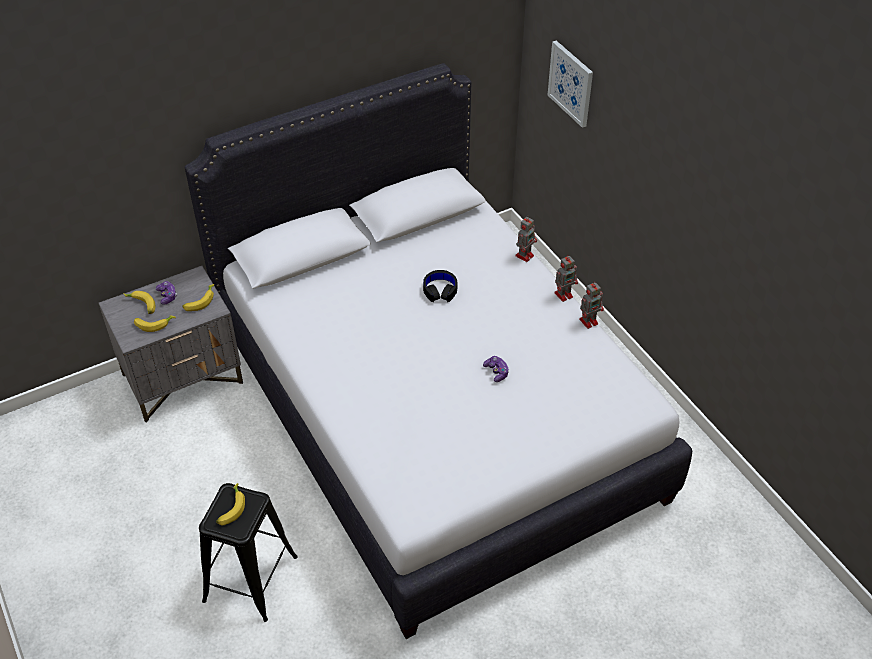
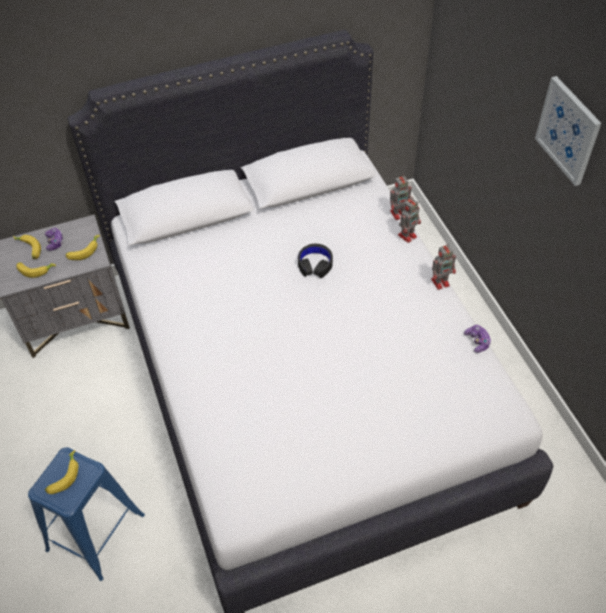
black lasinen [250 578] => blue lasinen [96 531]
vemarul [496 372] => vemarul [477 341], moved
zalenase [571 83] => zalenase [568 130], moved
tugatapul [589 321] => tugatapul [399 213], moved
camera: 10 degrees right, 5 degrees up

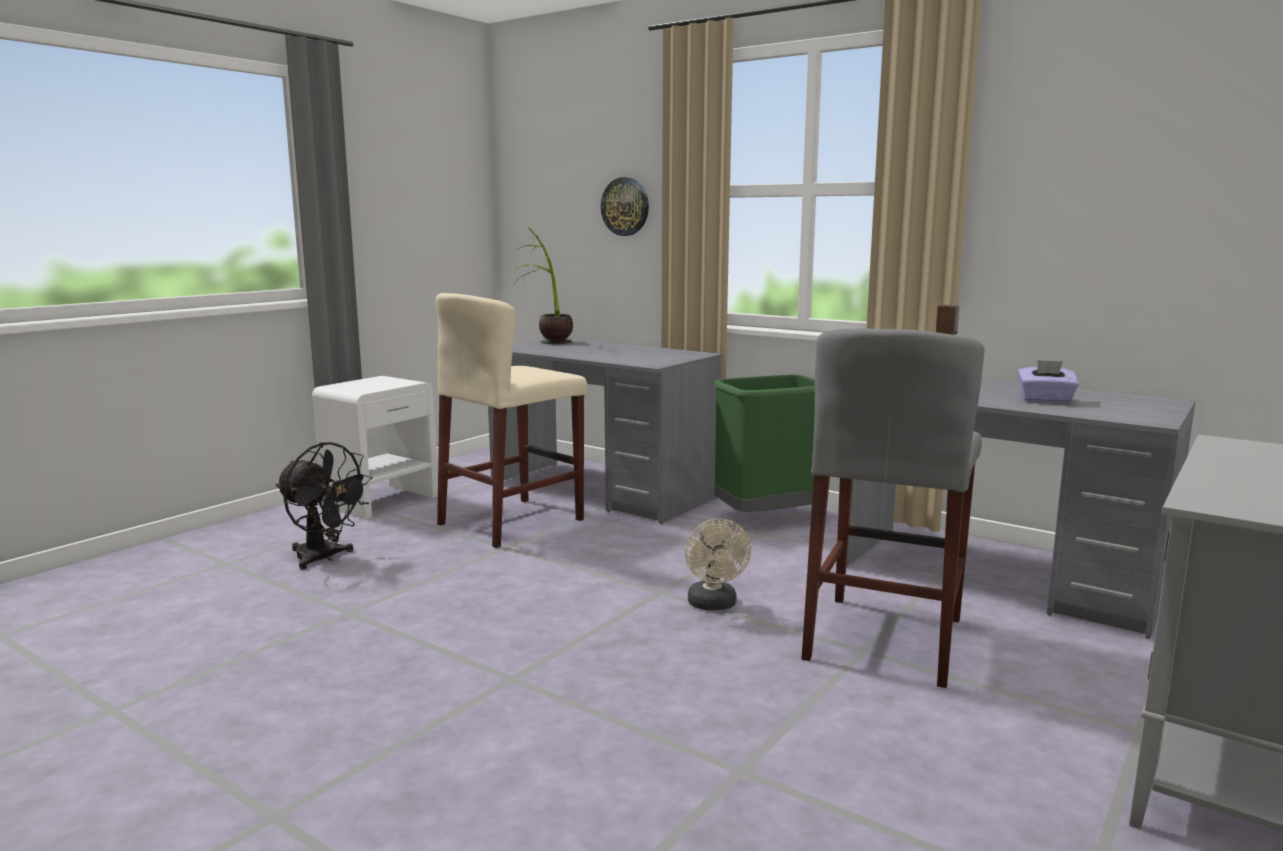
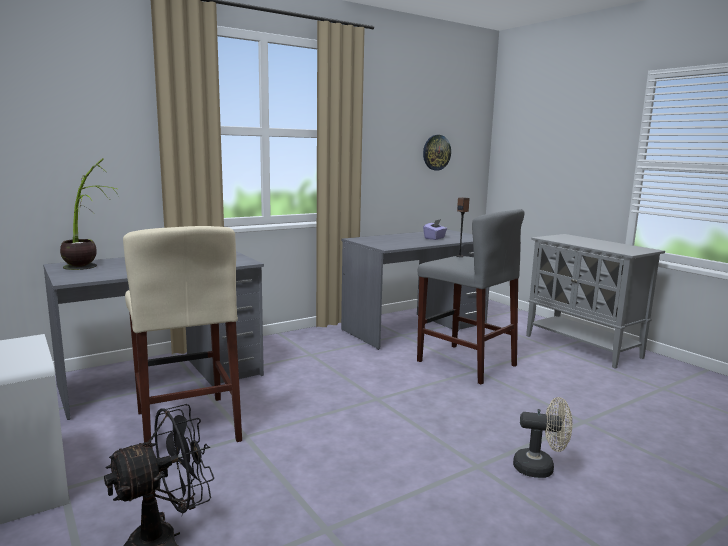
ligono [625 206] => ligono [436 152], moved
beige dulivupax [714 605] => beige dulivupax [540 468], moved
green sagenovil [767 518] => nothing
camera: 70 degrees left, 0 degrees up

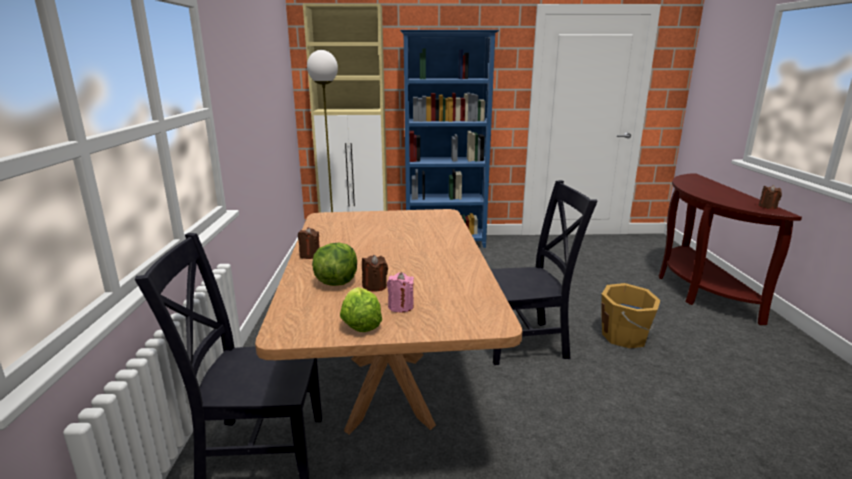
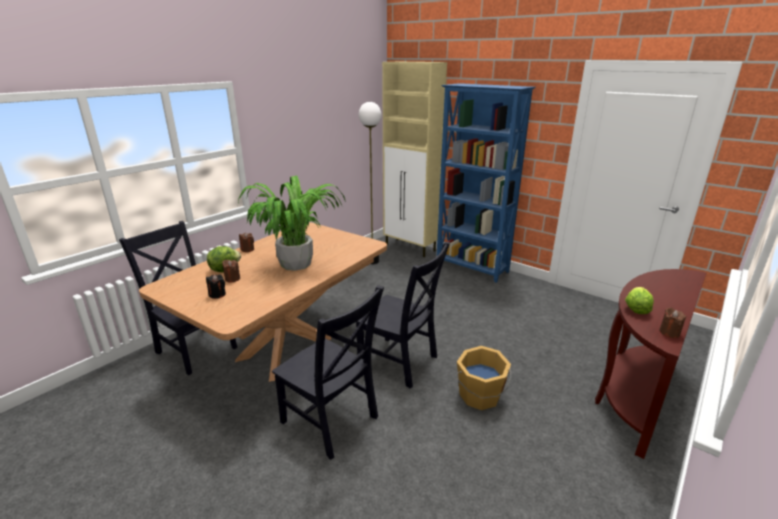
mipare [360 323] => mipare [636 308], moved
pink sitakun [400 307] => black sitakun [217 294]
nothing => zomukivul [295 264]
nothing => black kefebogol [332 422]
camera: 40 degrees right, 5 degrees up

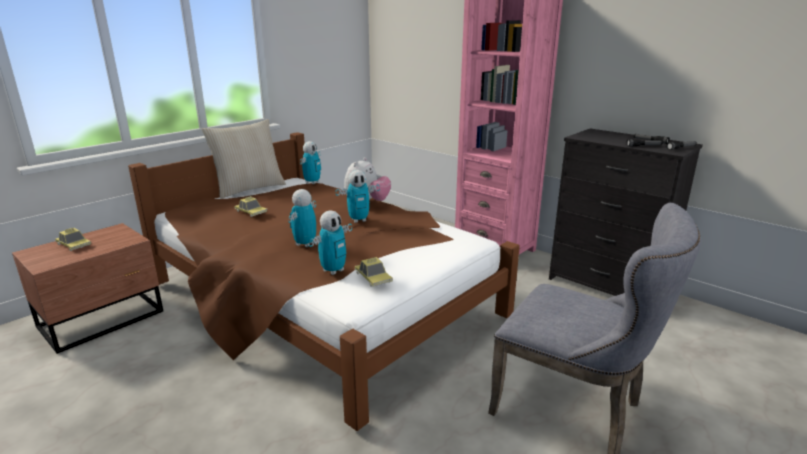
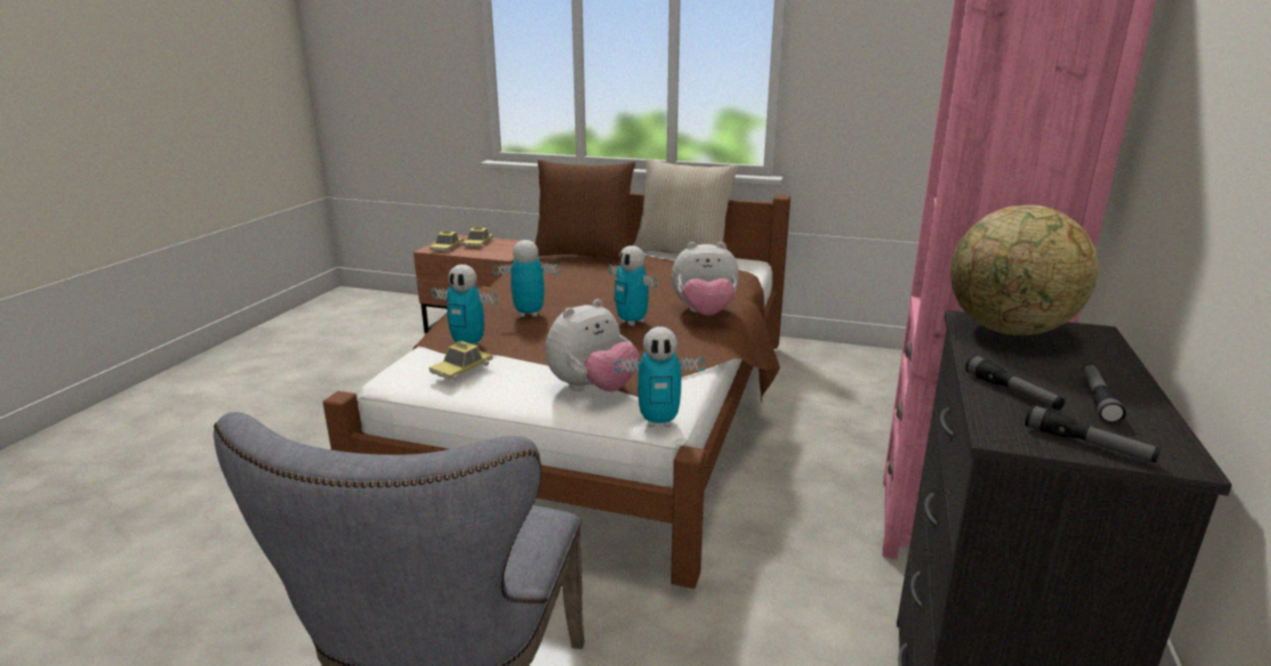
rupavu [251 212] => rupavu [447 248], moved
tugatapul [312 182] => tugatapul [659 422], moved
nothing => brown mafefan [584 254]
nothing => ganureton [592 389]
nothing => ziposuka [1009 331]
camera: 65 degrees right, 0 degrees up

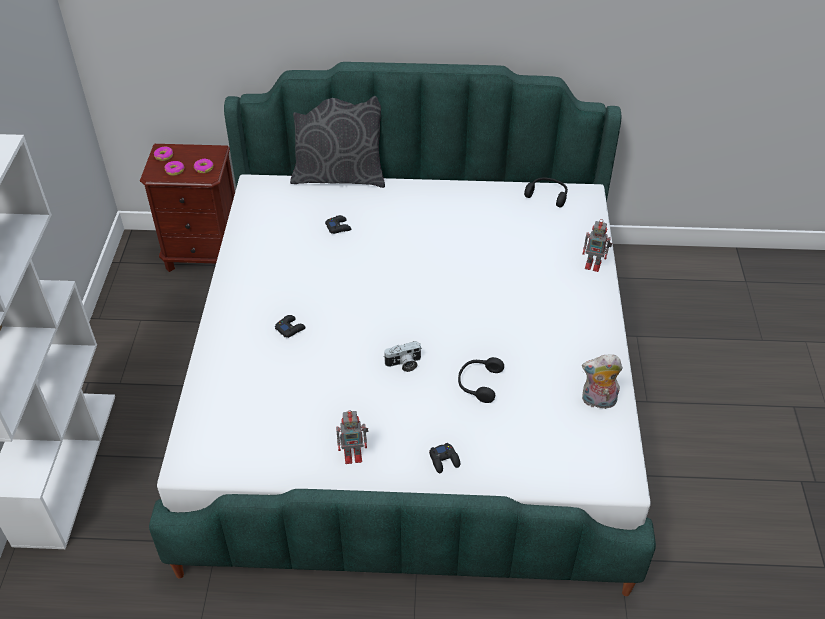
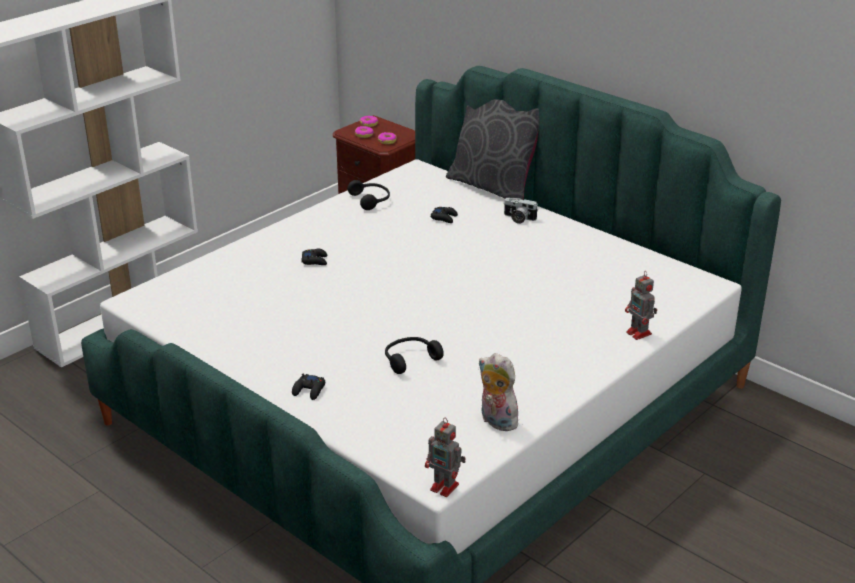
tugatapul [354 454] => tugatapul [445 487], moved
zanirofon [404 364] => zanirofon [518 218], moved
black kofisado [547 195] => black kofisado [371 200], moved
camera: 40 degrees right, 15 degrees down

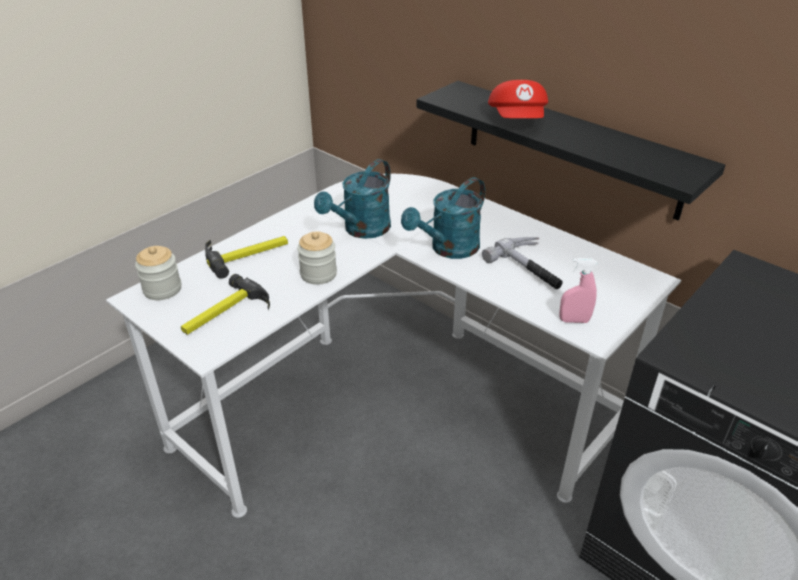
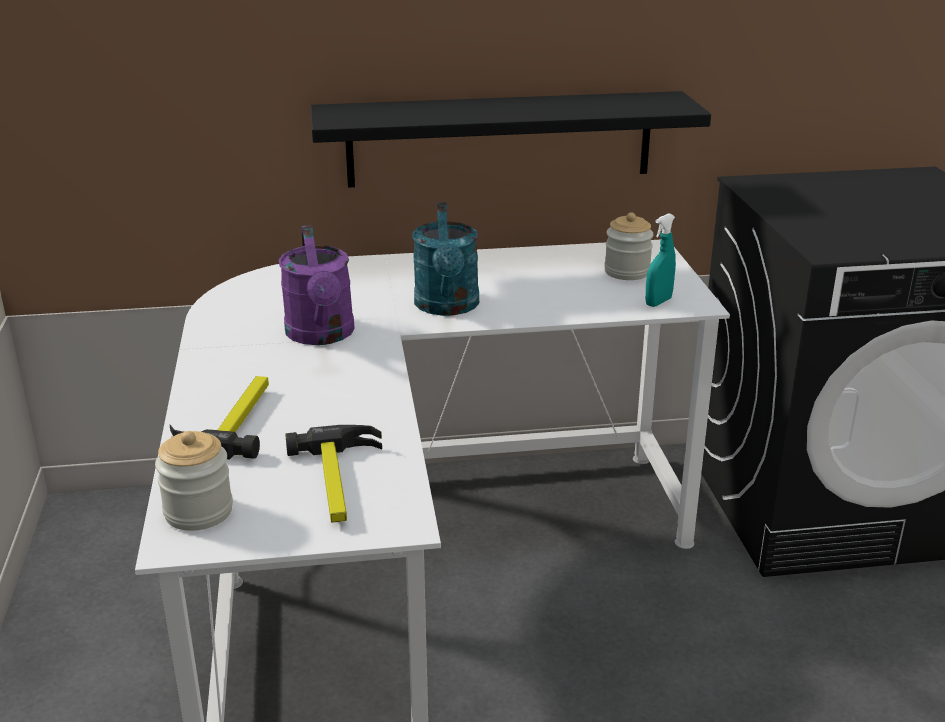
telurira [318 274] => telurira [627 272], moved
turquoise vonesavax [361 230] => purple vonesavax [322 335]
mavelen [532 268] => nothing
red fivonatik [518 120] => nothing
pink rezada [574 320] => turquoise rezada [658 302]
camera: 50 degrees left, 10 degrees down

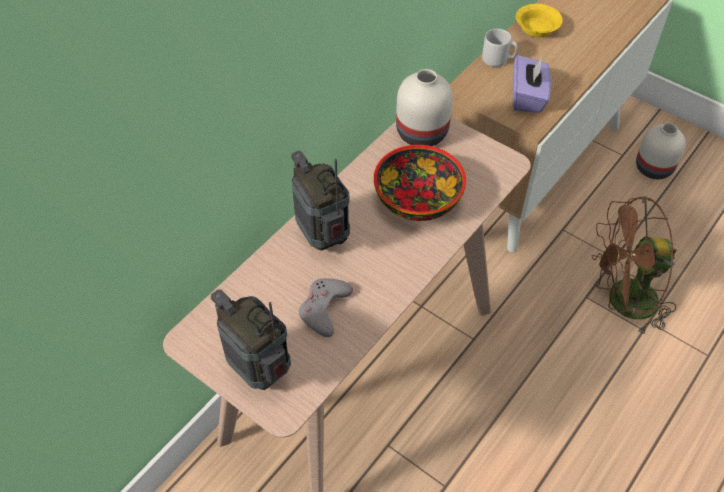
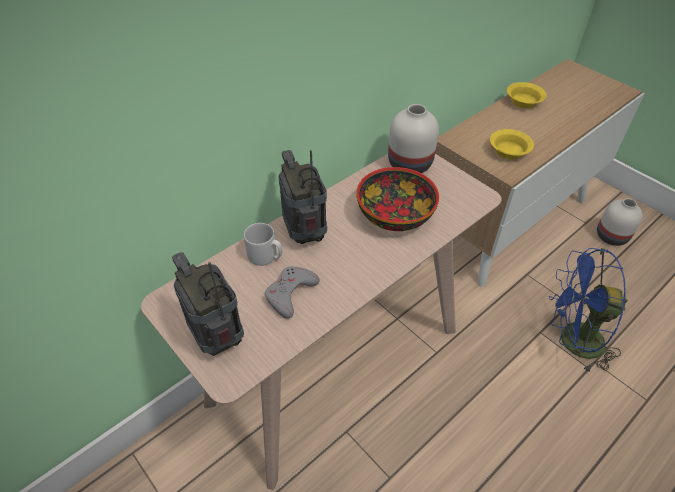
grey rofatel [498 59] => grey rofatel [265 256], moved
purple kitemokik [528 97] => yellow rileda [508 151]
brown dulivupax [622 303] => blue dulivupax [572 342]
camera: 10 degrees right, 5 degrees down

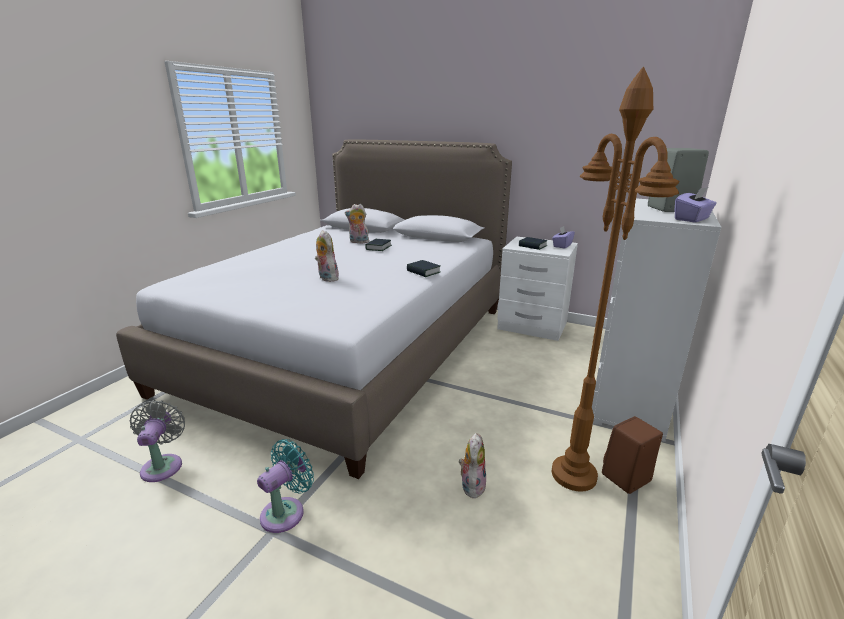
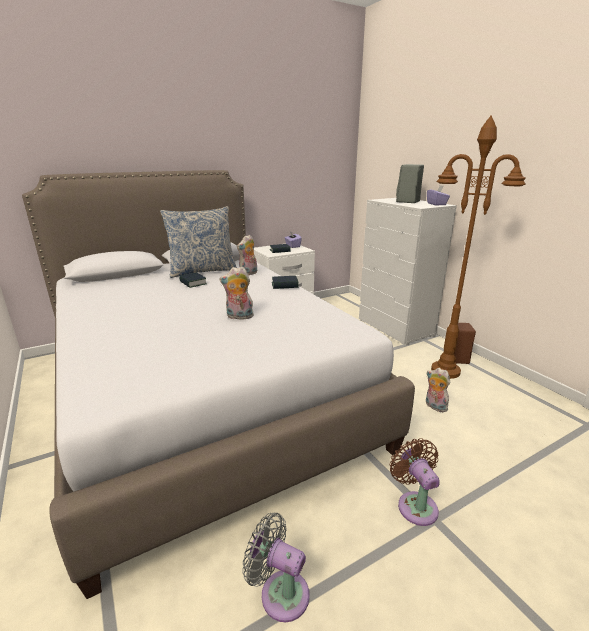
turquoise dulivupax [286 512] => brown dulivupax [415 504]
ganureton [358 242] => ganureton [248 274], moved
nothing => mafefan [202 271]
camera: 55 degrees left, 0 degrees up

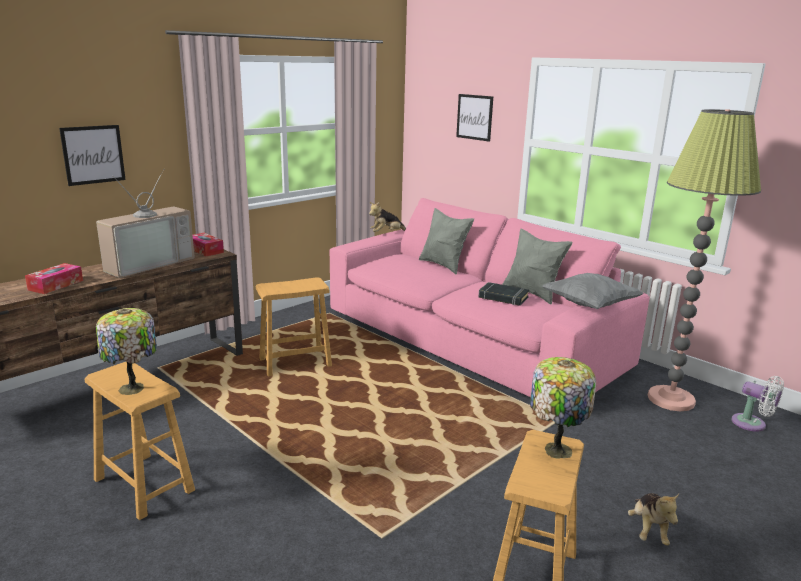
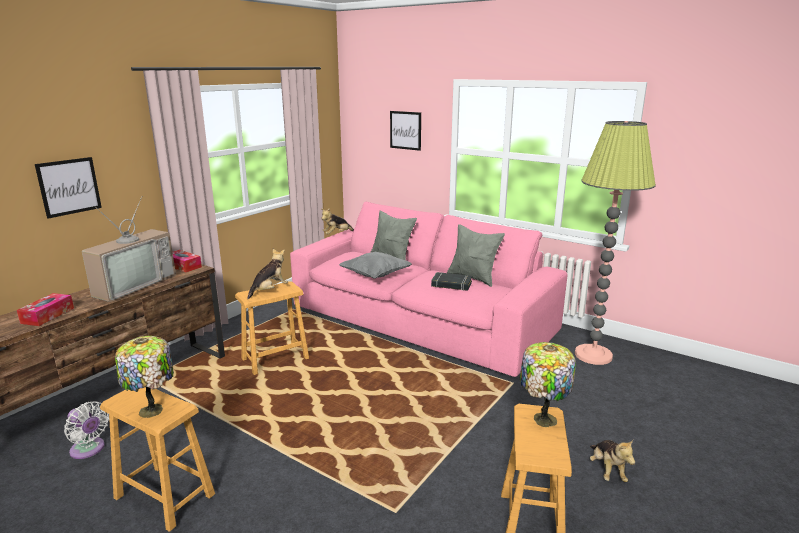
grey mafefan [589 305] => grey mafefan [375 276], moved
white dulivupax [752 424] => white dulivupax [89 450], moved
nothing => ganureton [269 290]
camera: 10 degrees left, 0 degrees up

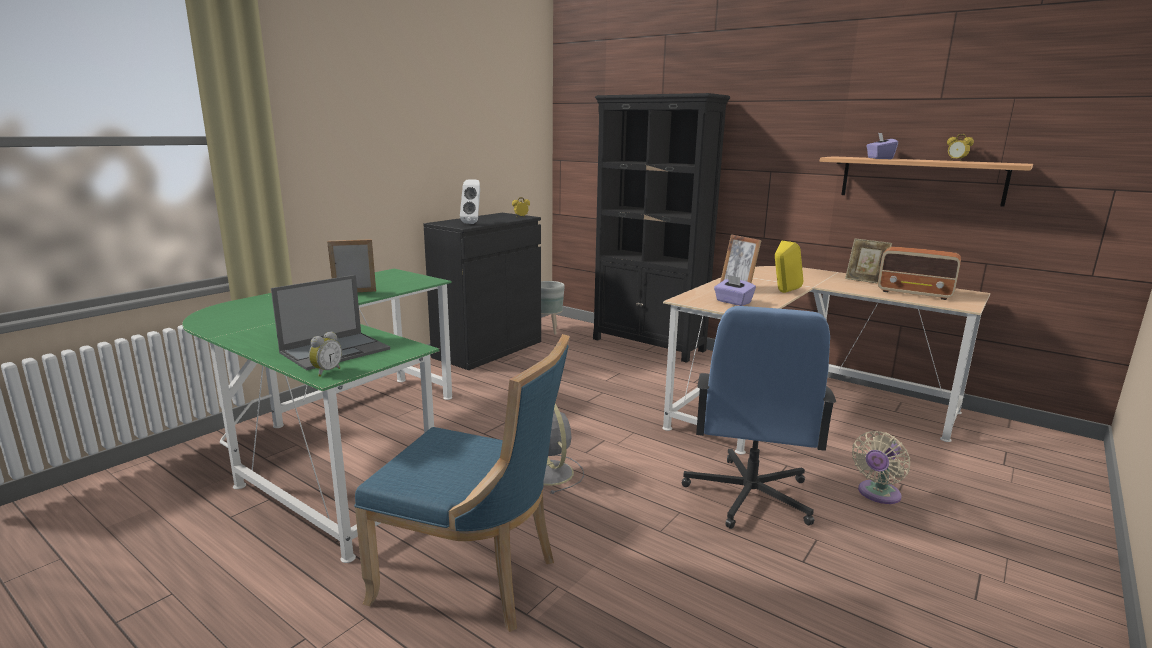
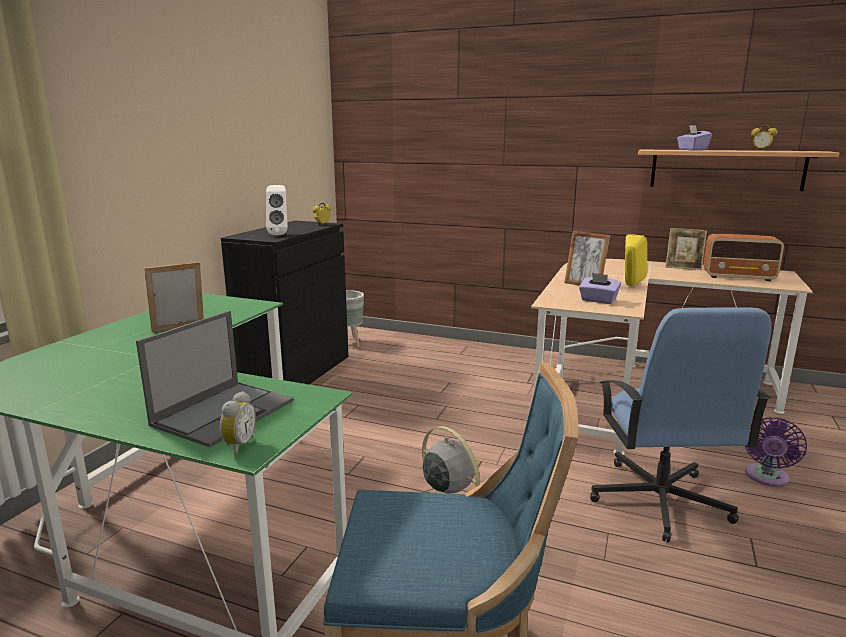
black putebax [649 345] => nothing
beige dulivupax [877 494] => purple dulivupax [766 478]
camera: 15 degrees left, 0 degrees up

